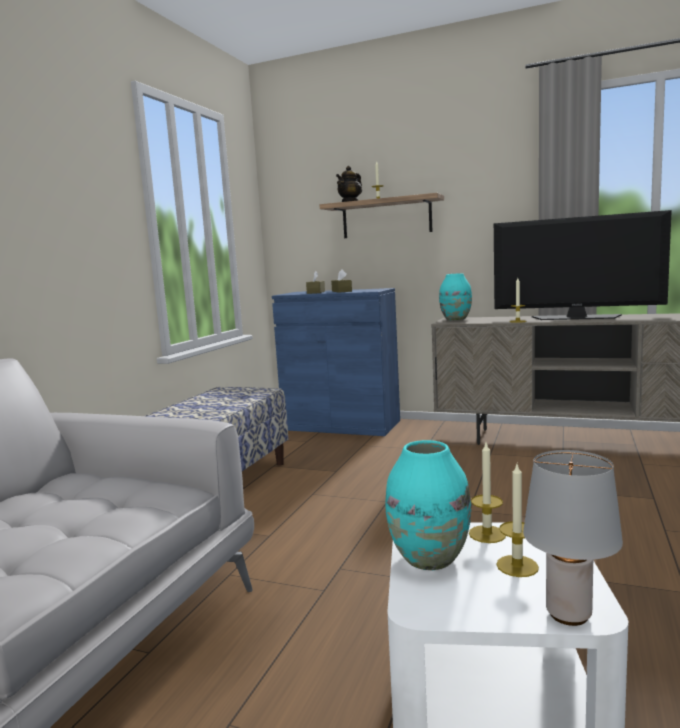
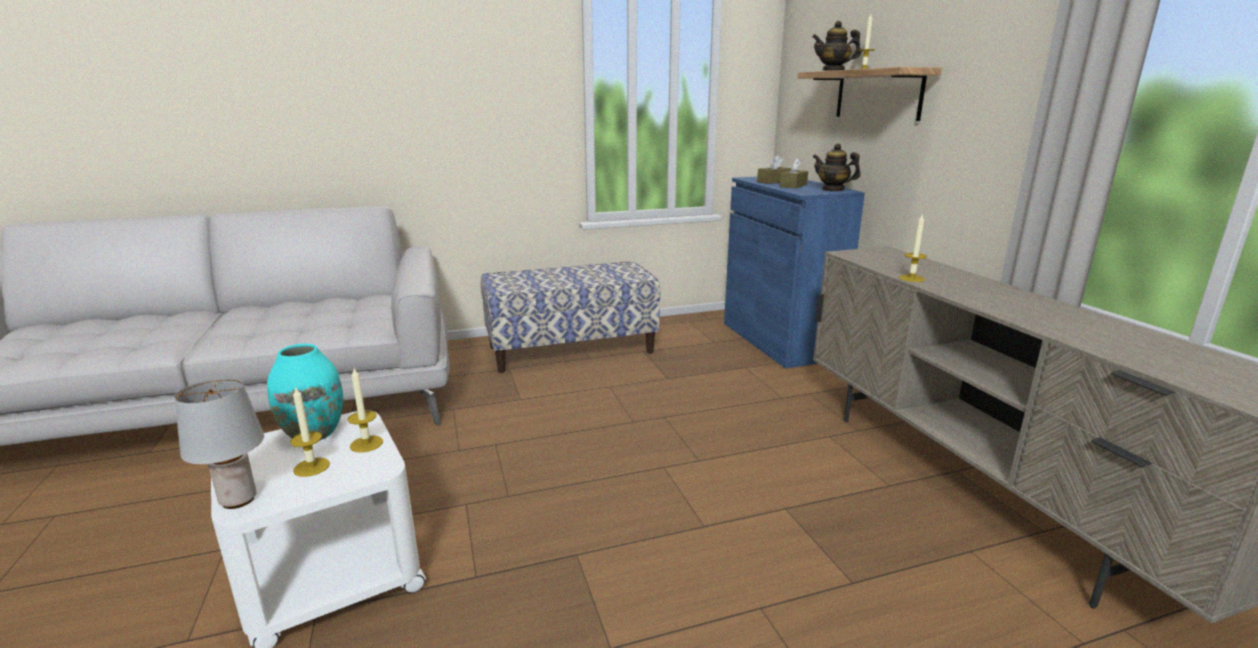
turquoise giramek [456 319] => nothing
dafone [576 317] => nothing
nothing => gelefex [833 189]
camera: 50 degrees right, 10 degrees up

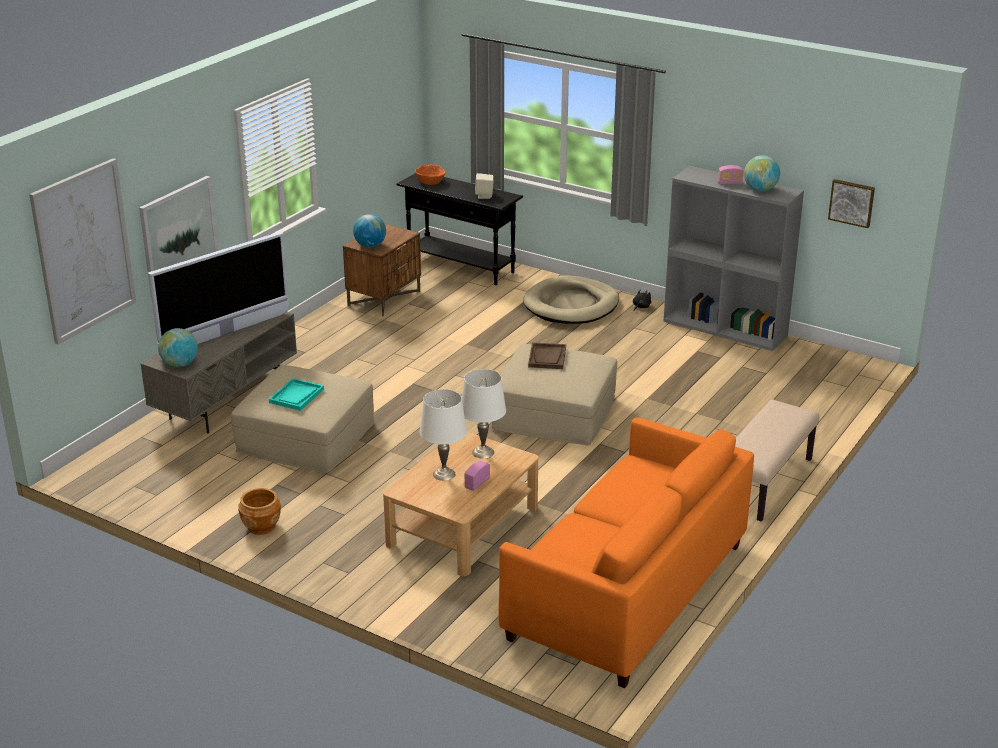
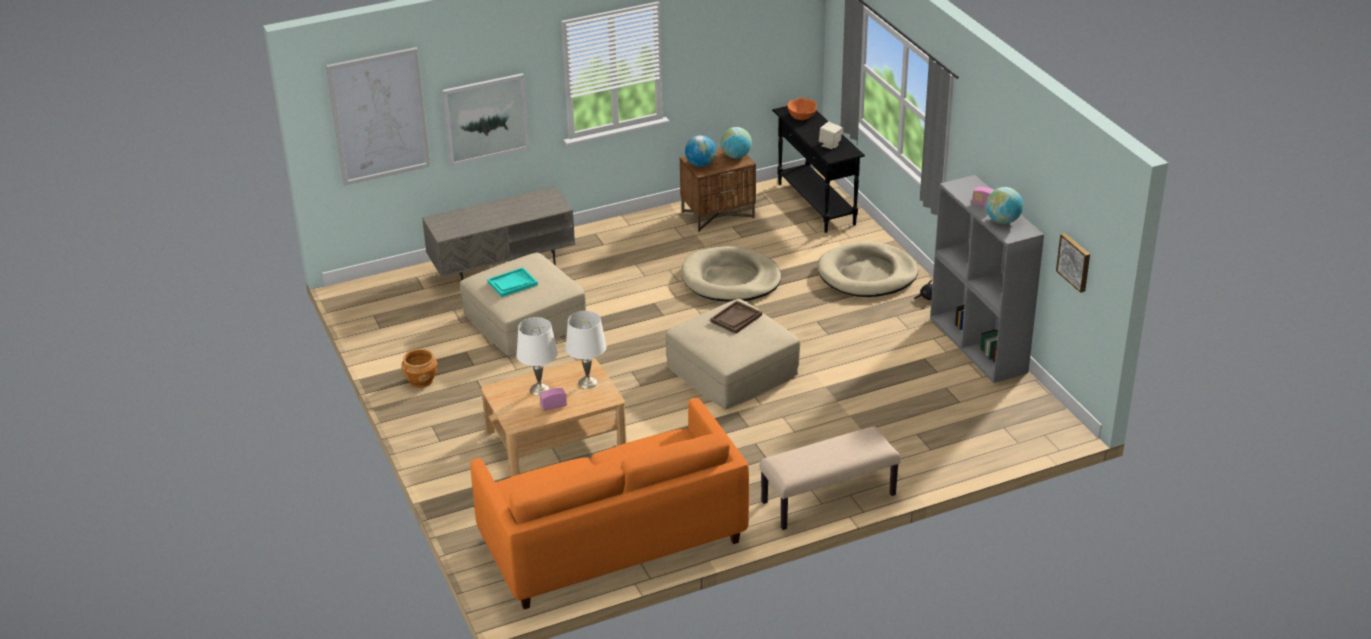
dafone [226 333] => nothing
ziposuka [180 364] => ziposuka [736 156], moved
nothing => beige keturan [730 279]
camera: 35 degrees right, 5 degrees up

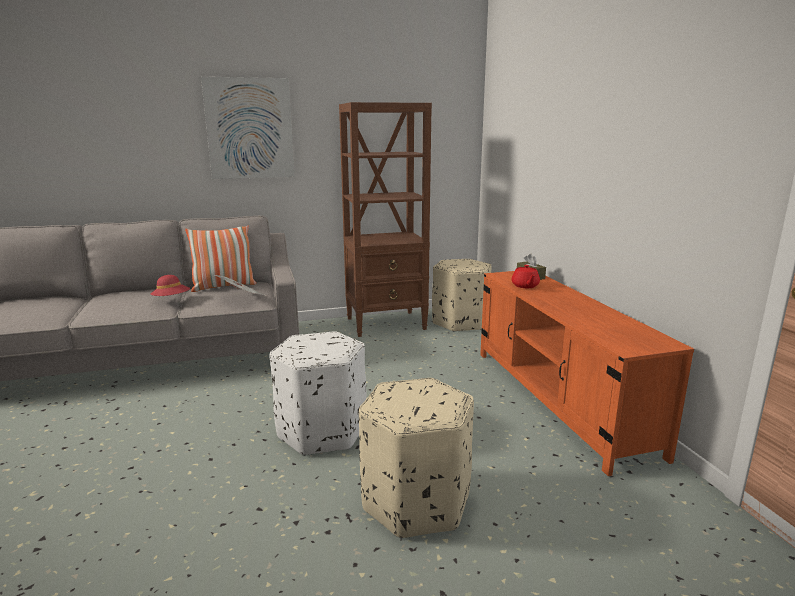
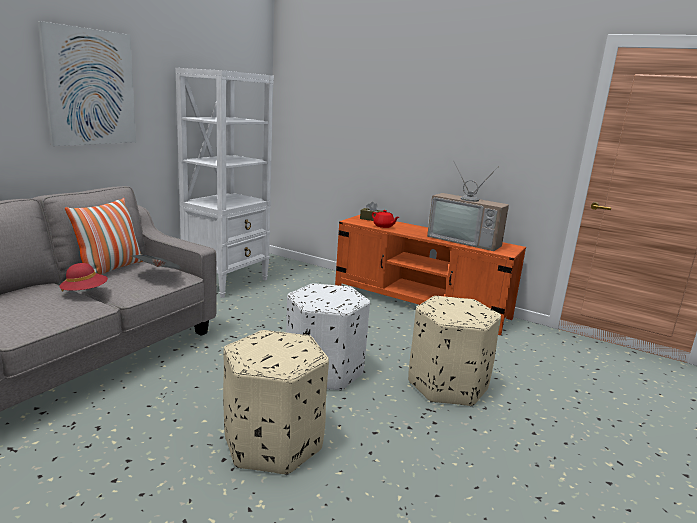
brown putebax [387 324] => white putebax [227 282]
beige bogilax [460 322] => beige bogilax [272 443], moved
nothing => dafone [466 240]
camera: 45 degrees left, 0 degrees up

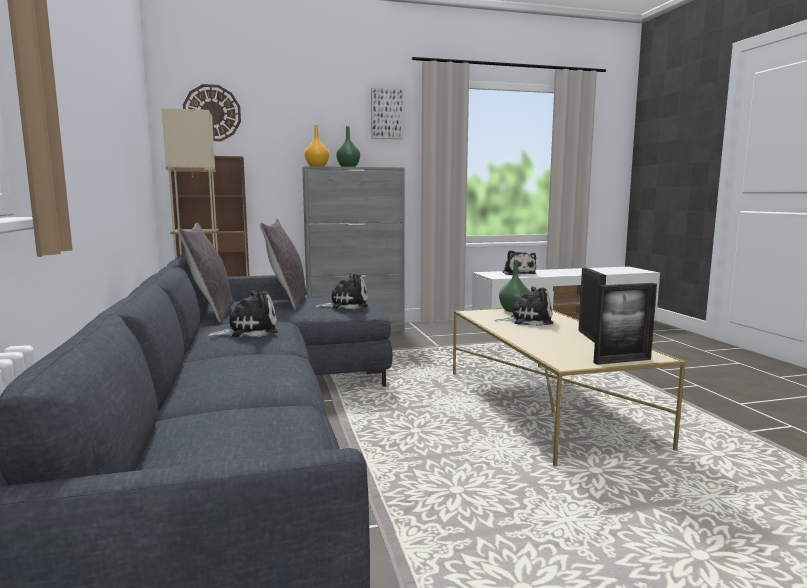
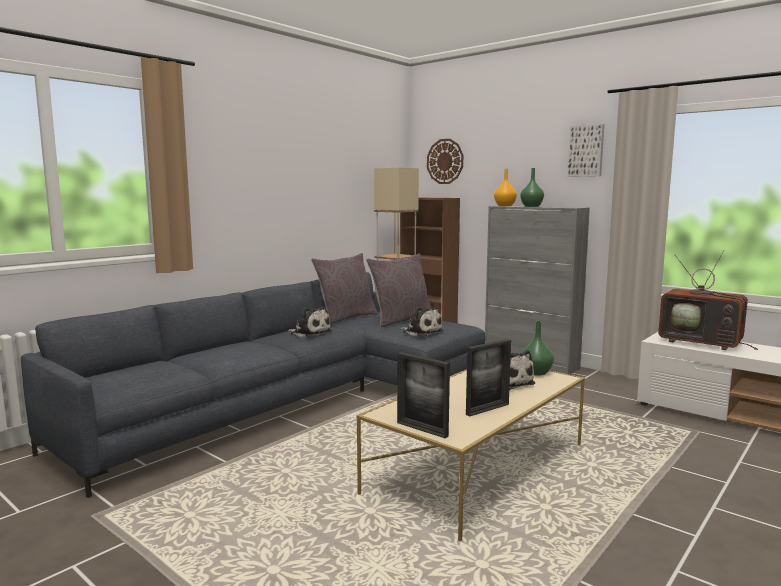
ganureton [518 273] => dafone [703 343]
camera: 55 degrees right, 0 degrees up

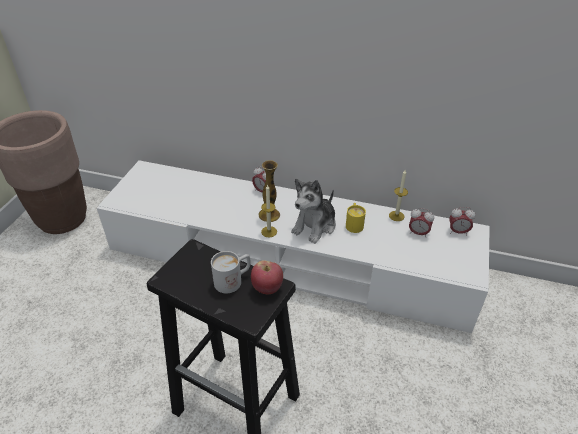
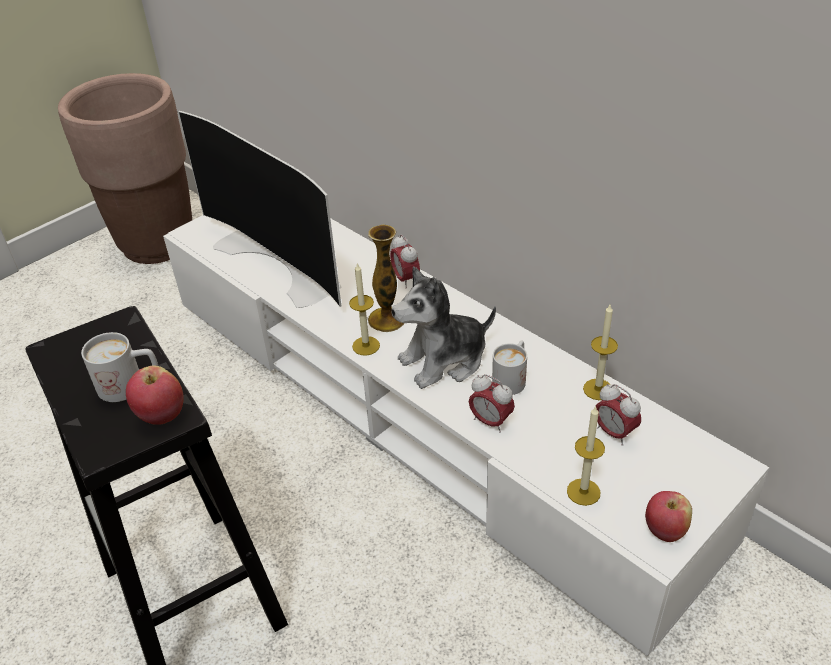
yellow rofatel [354 224] => white rofatel [512 378]
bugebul [458 232] => bugebul [490 421], moved
nothing => dafone [282 261]
nothing => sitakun [583 492]
nothing => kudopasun [664 530]
camera: 30 degrees right, 0 degrees up

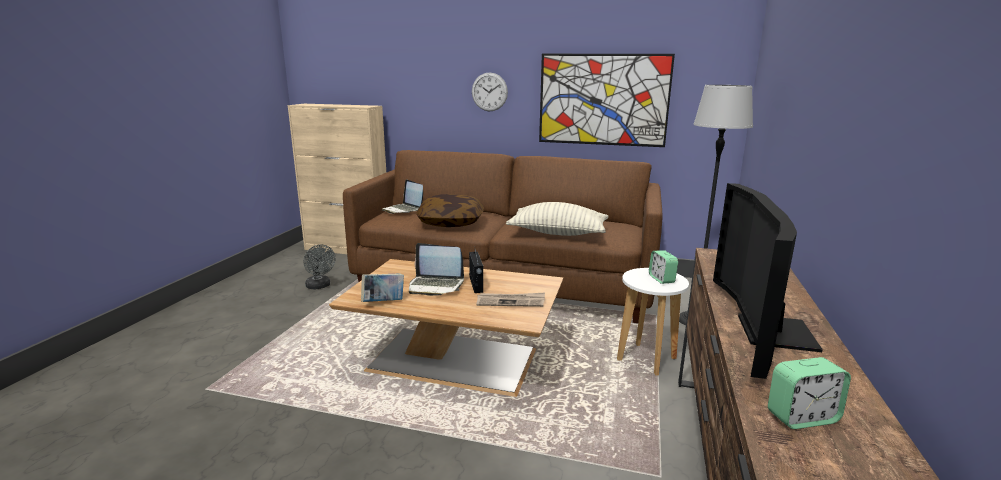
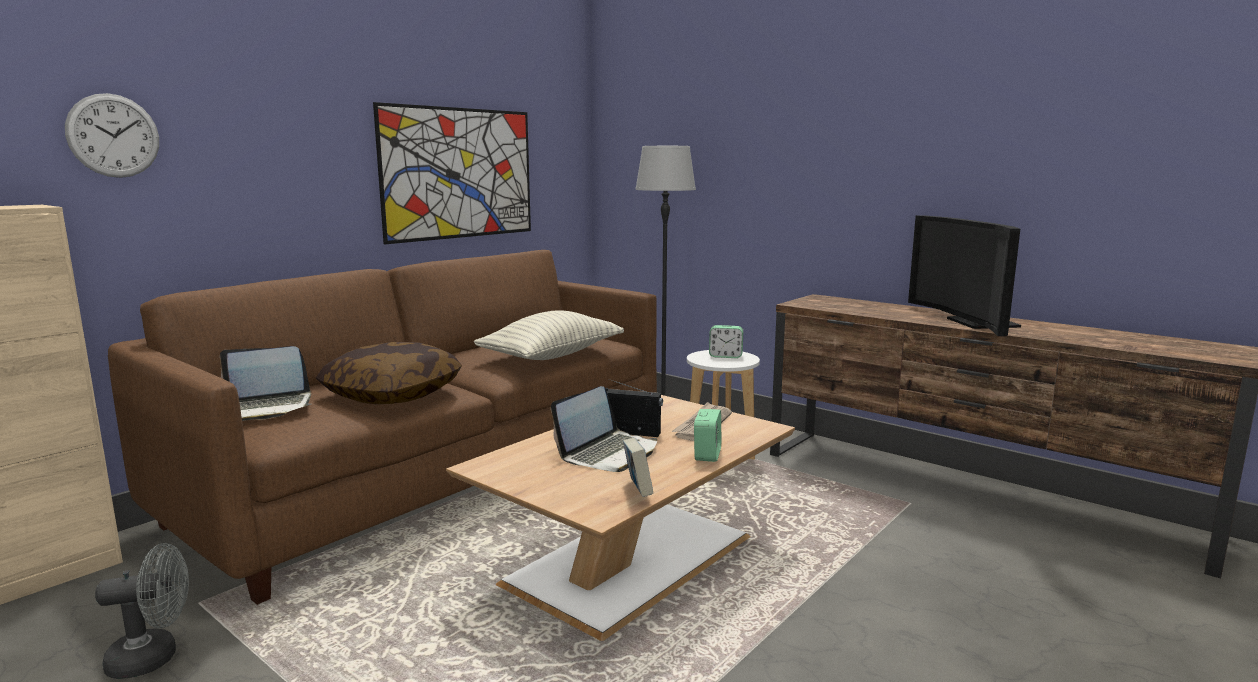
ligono [489 92] => ligono [113 136], moved
dafone [763 330] => dafone [973 323], 45 degrees clockwise
bugebul [802 417] => bugebul [707 455], moved
camera: 65 degrees left, 5 degrees down

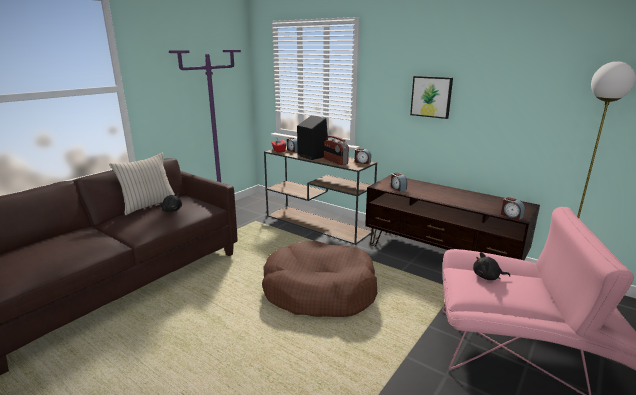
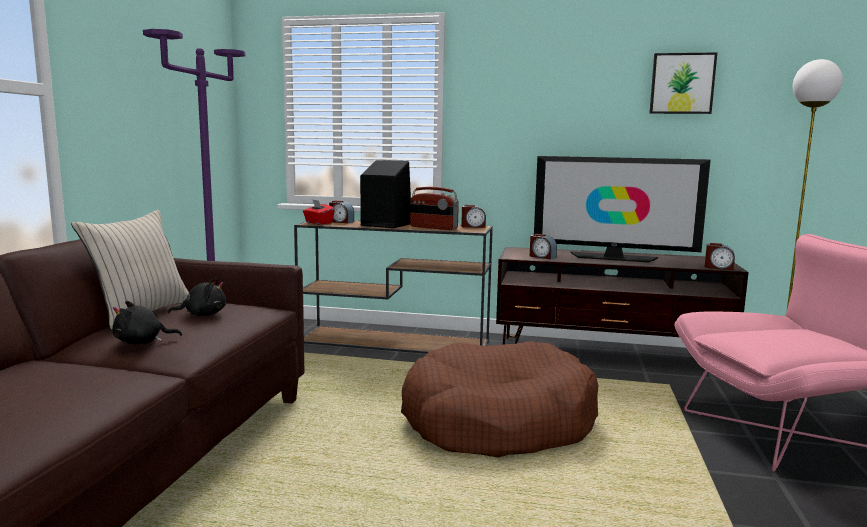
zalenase [431 96] => zalenase [682 84], moved
black ganureton [487 277] => black ganureton [142 342], moved
nothing => dafone [613 257]
camera: 25 degrees left, 10 degrees down

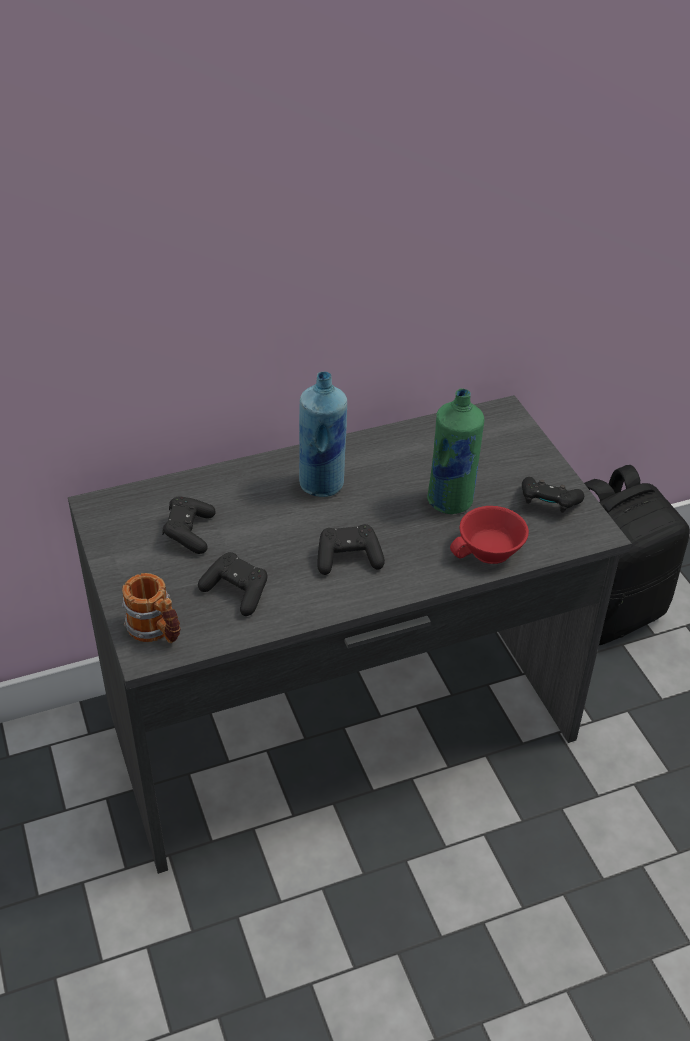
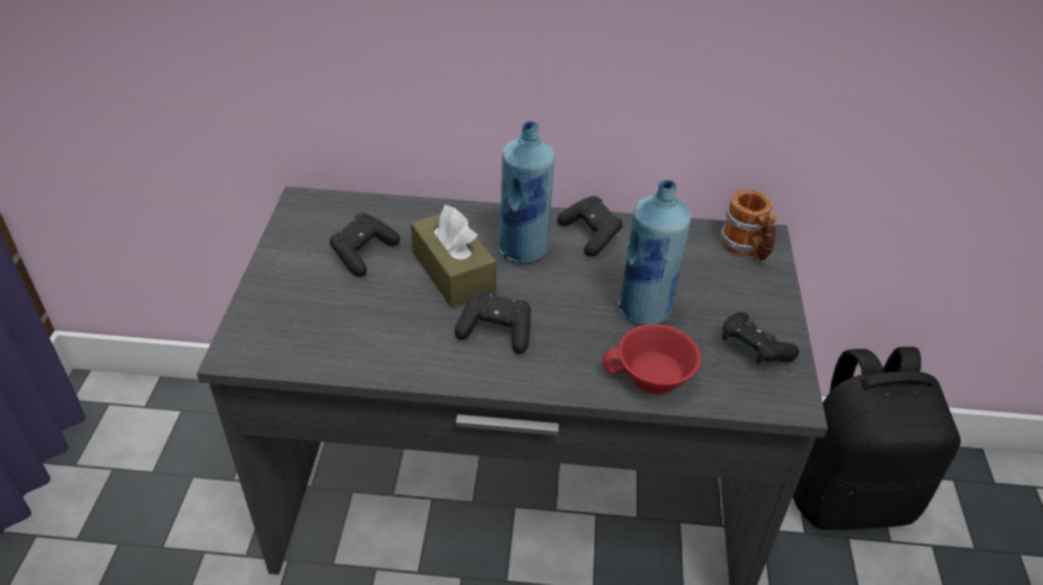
rofatel [156 631] => rofatel [746 248], moved
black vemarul [236 592] => black vemarul [590 235], moved
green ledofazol [451 501] => blue ledofazol [644 310]
nothing => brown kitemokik [453 272]
camera: 25 degrees right, 0 degrees up

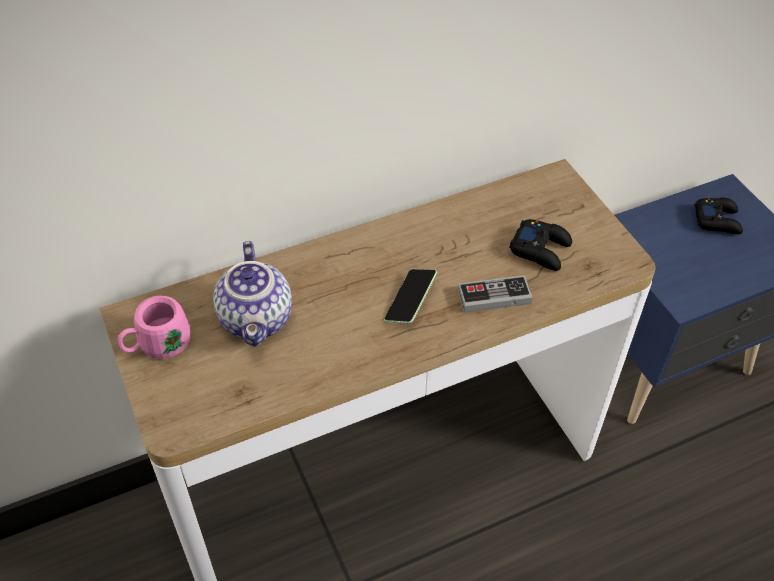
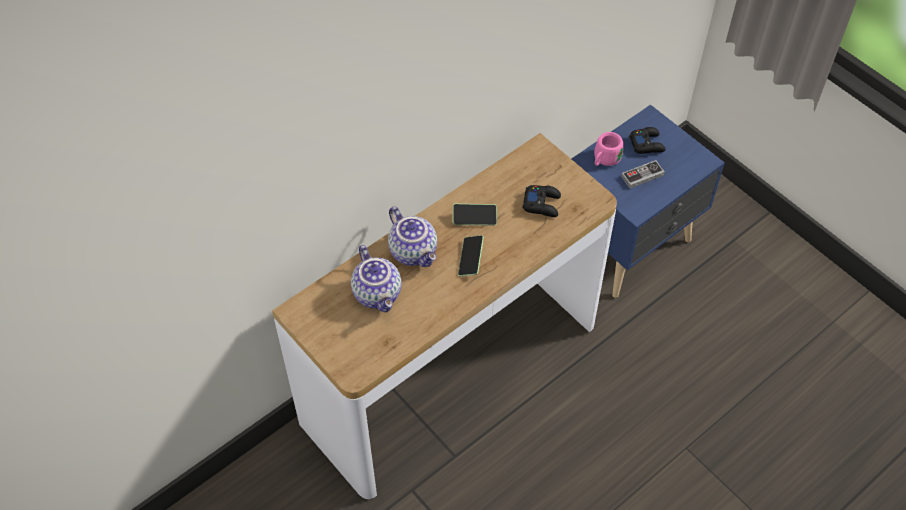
pink rofatel [157 346] => pink rofatel [604 160], moved
vemarul [494 297] => vemarul [642 176], moved
nothing => gelefex [414 252]
nothing => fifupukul [474 218]
camera: 15 degrees left, 5 degrees up

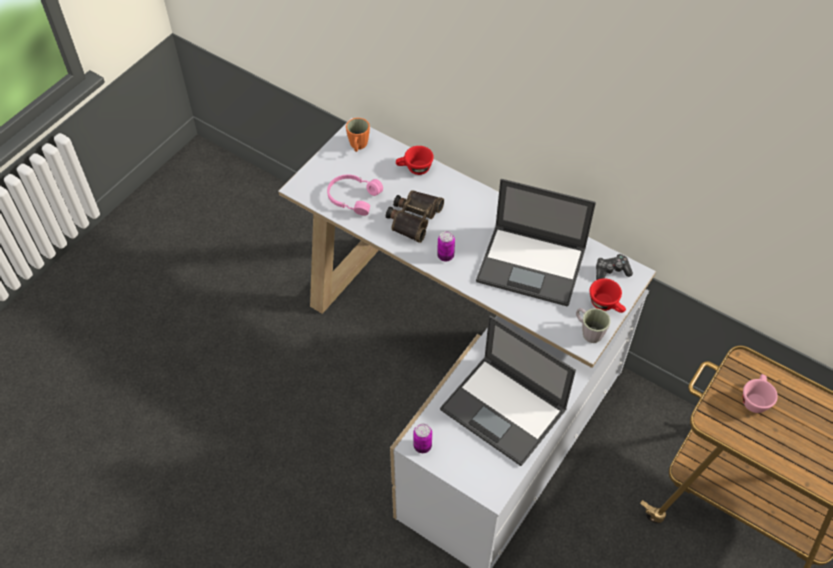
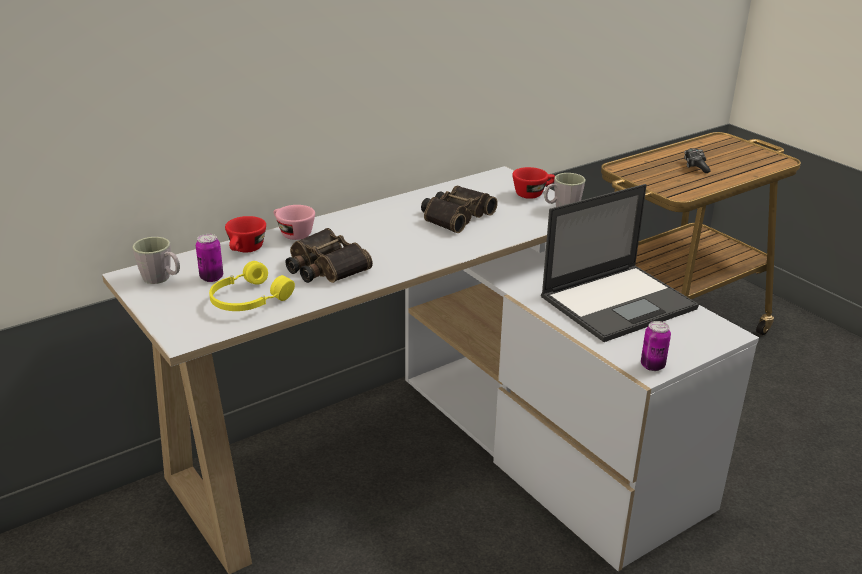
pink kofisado [353 197] => yellow kofisado [248 300]
orange rofatel [358 146] => grey rofatel [161 279]
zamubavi [445 256] => zamubavi [211 277], moved
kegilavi [532 265] => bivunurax [455 216]
vemarul [611 271] => vemarul [695 166], moved
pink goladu [755 399] => pink goladu [292 233], moved
camera: 70 degrees left, 25 degrees down

